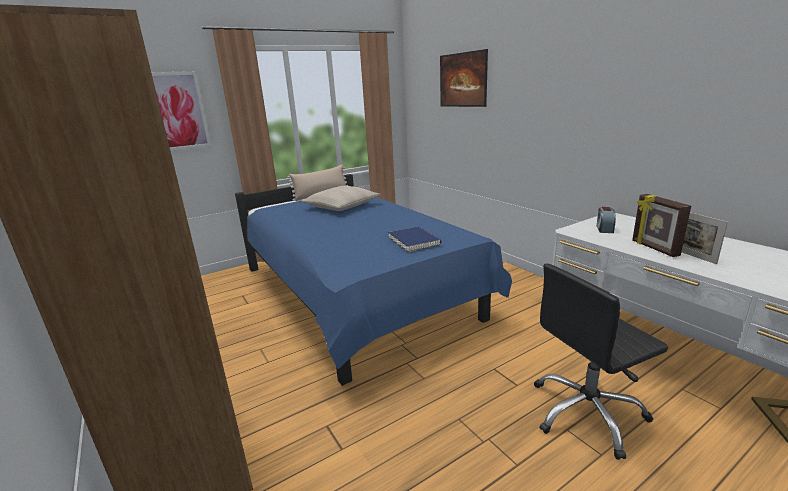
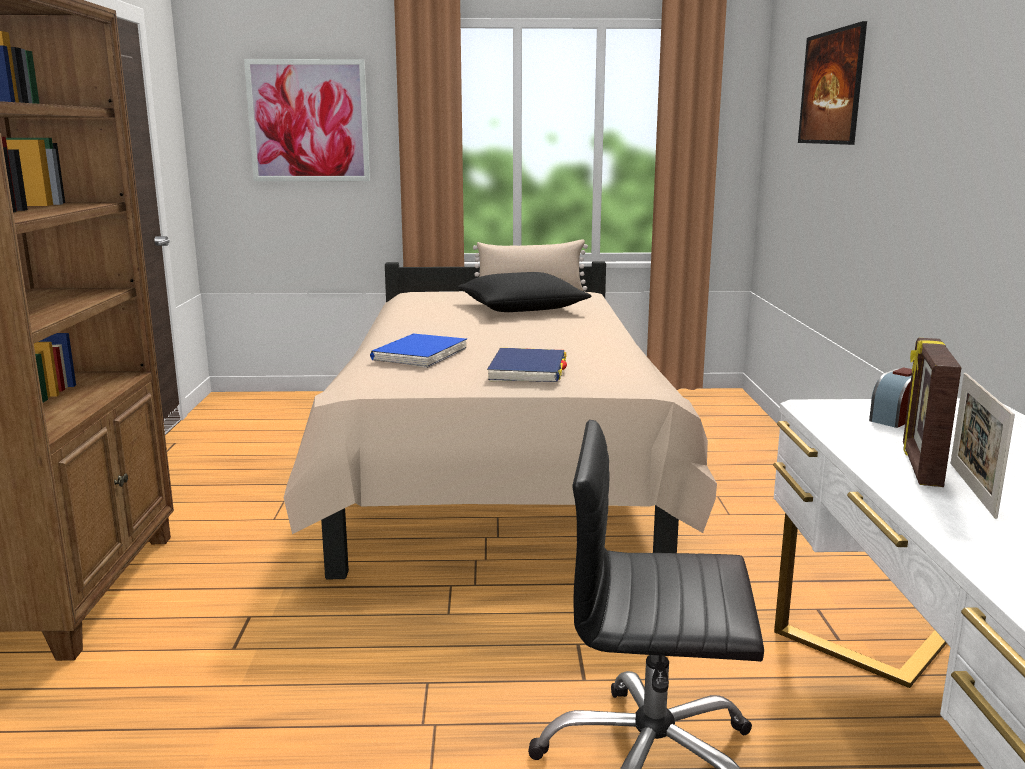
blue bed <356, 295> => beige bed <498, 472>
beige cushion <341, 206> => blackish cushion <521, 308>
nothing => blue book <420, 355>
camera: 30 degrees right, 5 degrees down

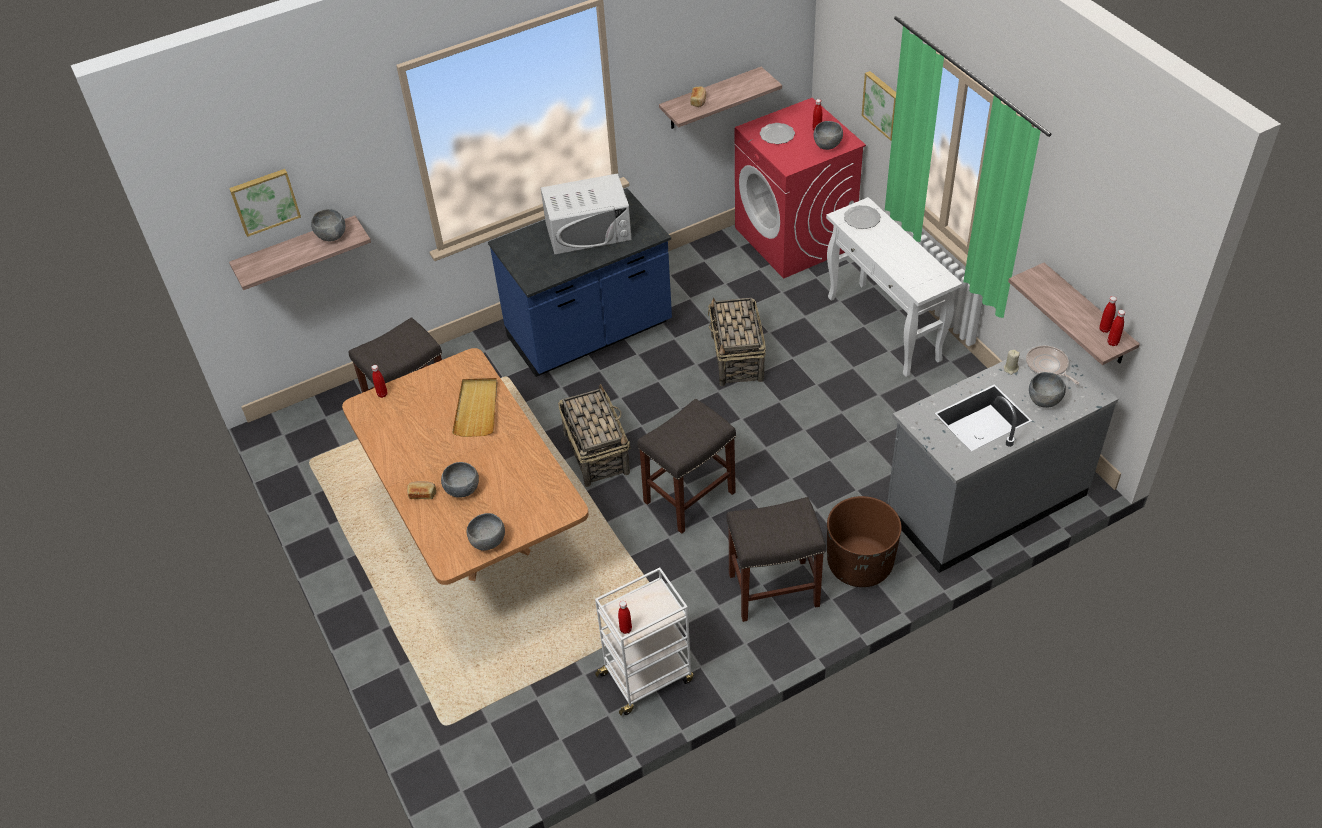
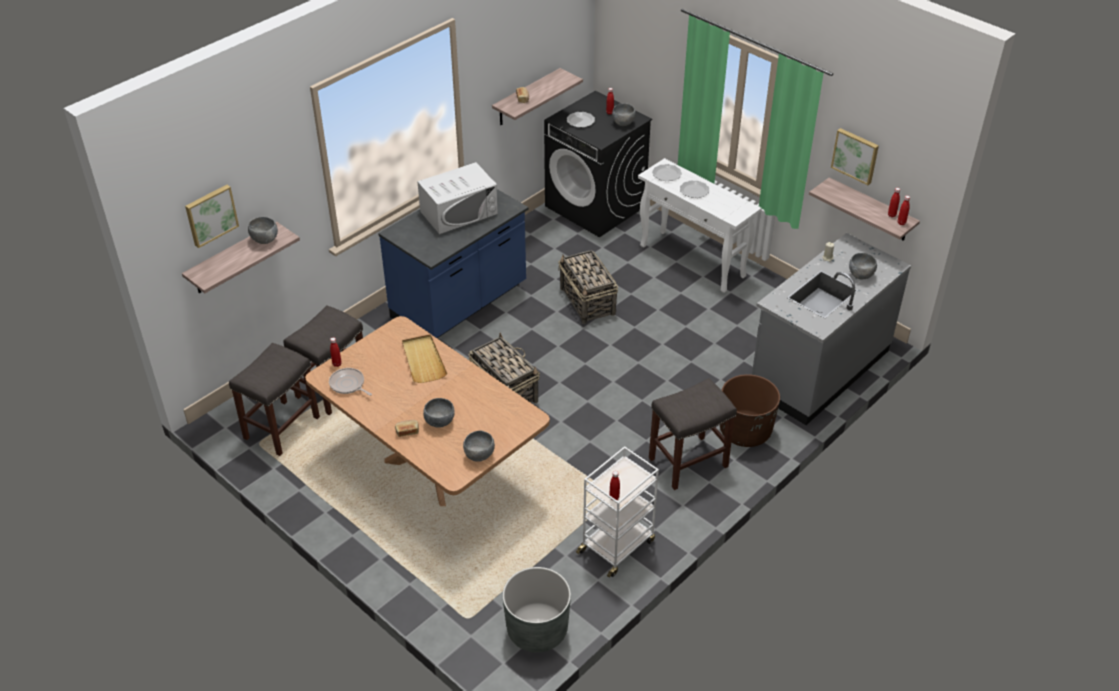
wall picture <883, 105> => wall picture <855, 155>, moved
reddish washing machine <795, 238> => blackish washing machine <596, 206>
pan <1048, 366> => pan <348, 384>, moved
gray sitting stool <689, 498> => gray sitting stool <281, 428>, moved
nothing => plate <693, 190>
nothing => gray planter <537, 630>
camera: 20 degrees left, 5 degrees down

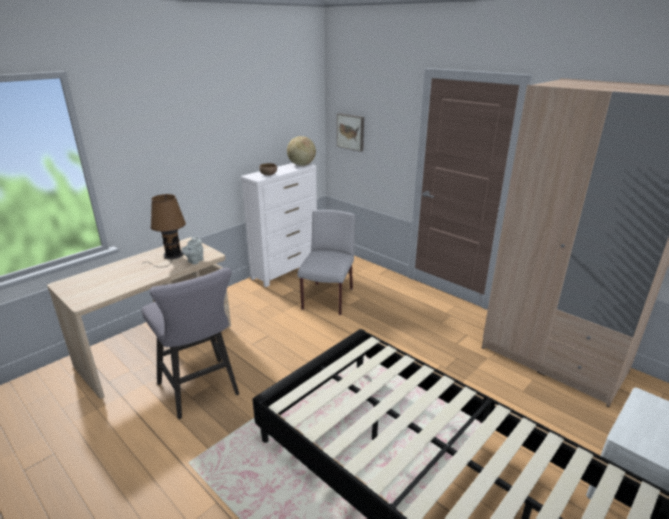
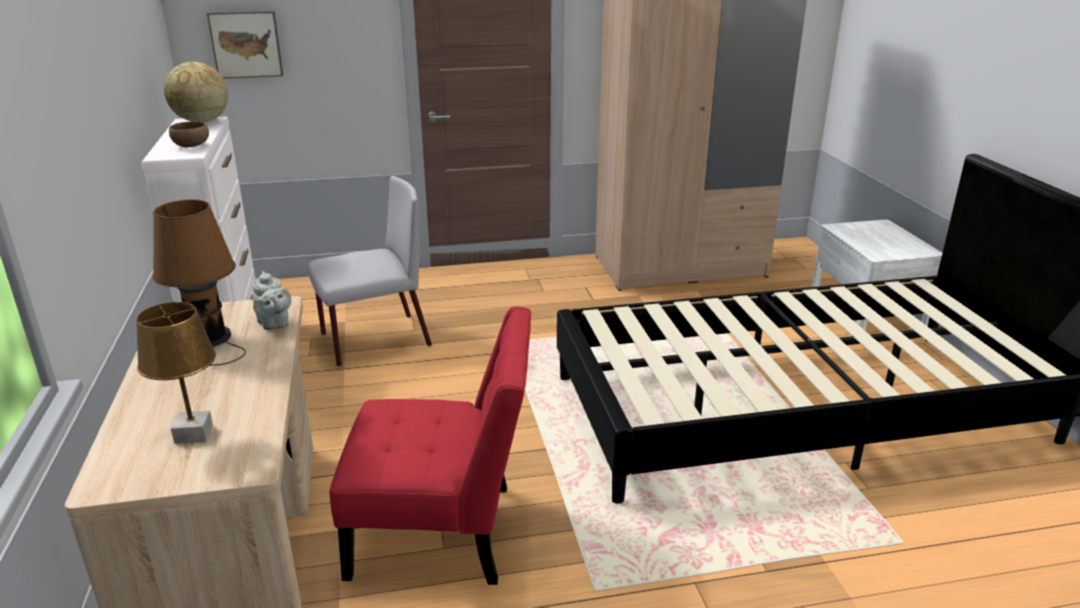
gray chair <327, 299> => gray chair <373, 340>, 105 degrees clockwise
gray sitting stool <201, 391> => reddish chair <443, 532>
nothing => brown-coloured lamp for a table <193, 435>
camera: 55 degrees left, 0 degrees up

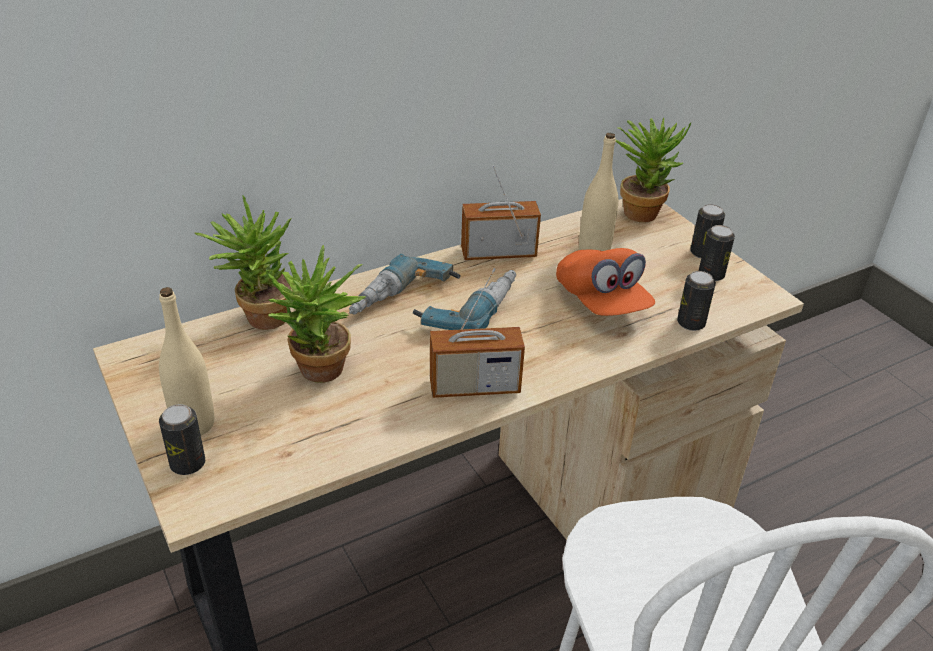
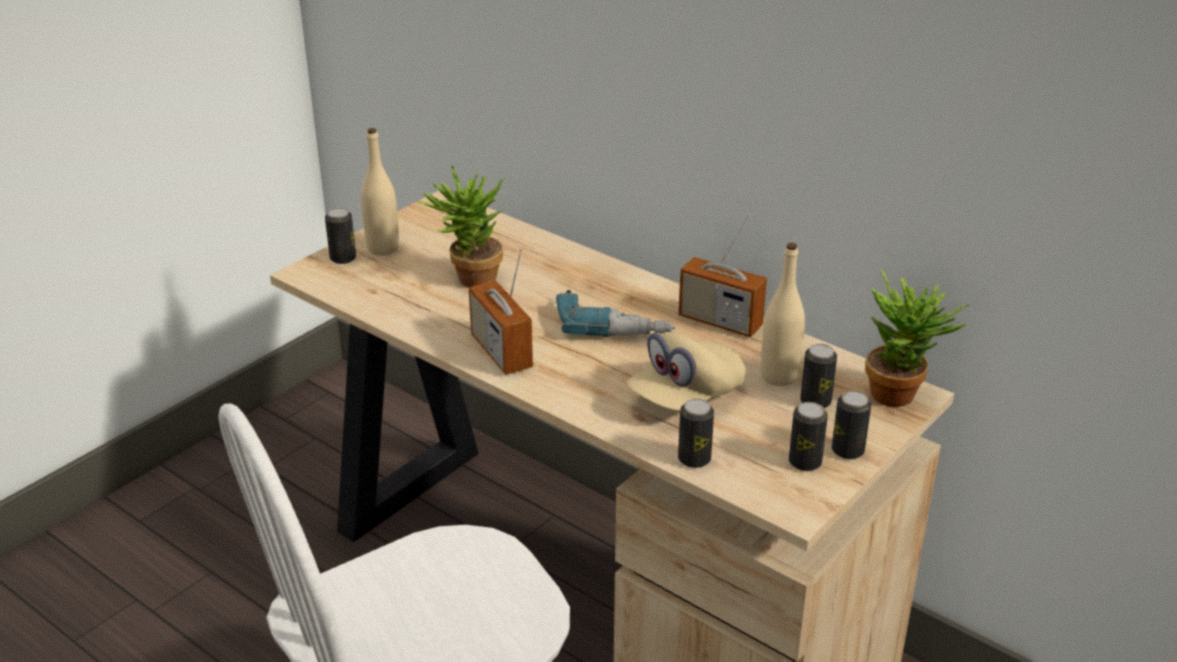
radio set <498, 253> => radio set <720, 321>, 150 degrees clockwise
plant in a pot <258, 317> => nothing
orange peaked cap <602, 302> => beige peaked cap <686, 397>
drill <404, 301> => nothing
nothing => metal can <815, 401>
camera: 70 degrees right, 5 degrees down

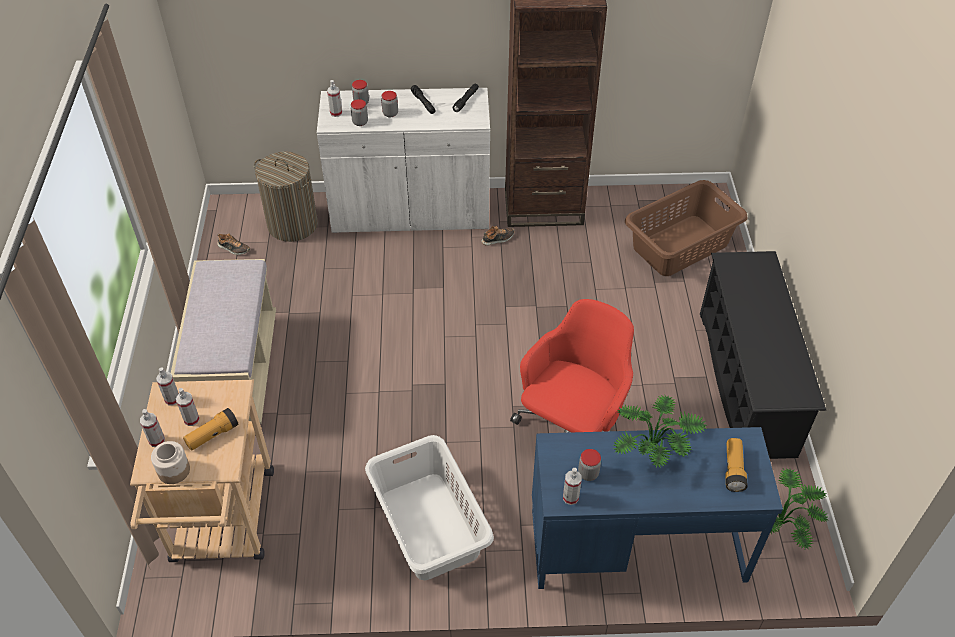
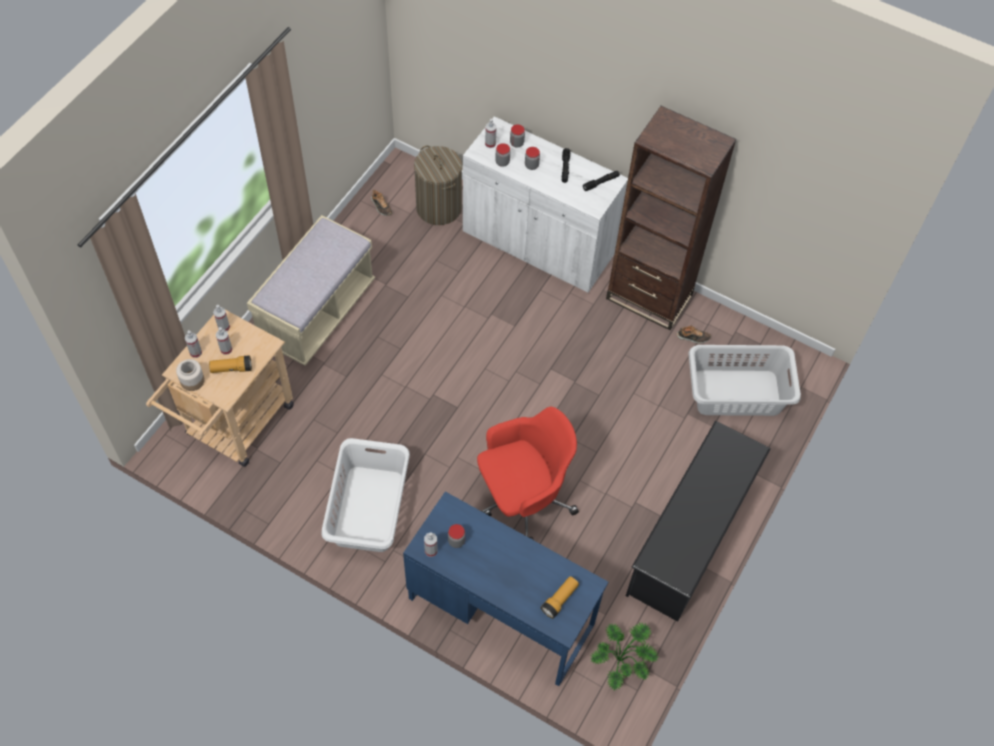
brown-coloured laundry basket <679, 245> => gray laundry basket <736, 392>
low shoe <498, 239> => low shoe <693, 337>, moved
plant in a pot <653, 451> => nothing
camera: 30 degrees right, 10 degrees up

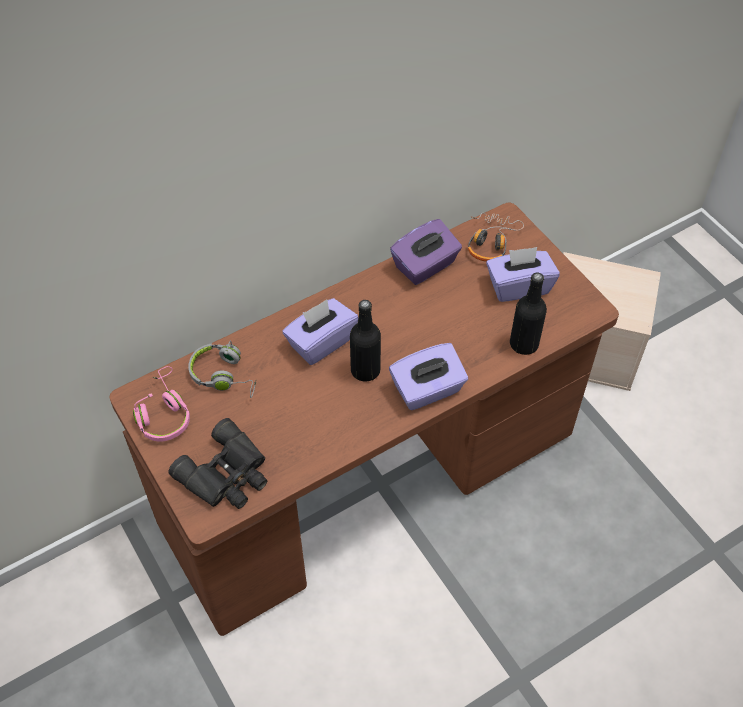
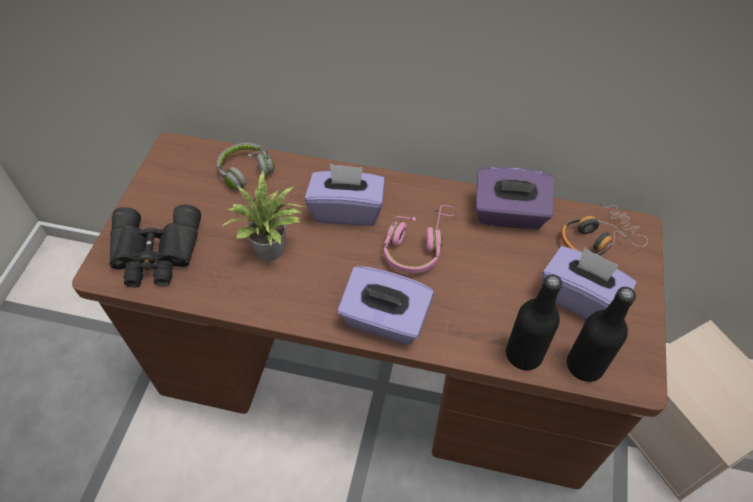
blackish drink bottle <365, 370> => blackish drink bottle <584, 365>, moved
pinkish pair of headphones <163, 413> => pinkish pair of headphones <417, 245>, moved
nothing => plant in a pot <273, 251>
camera: 45 degrees right, 0 degrees up

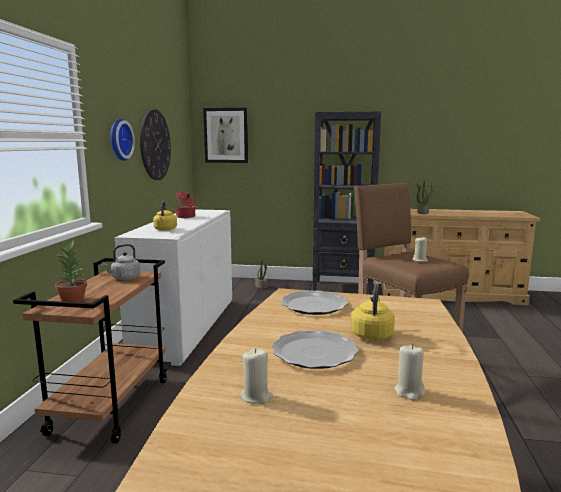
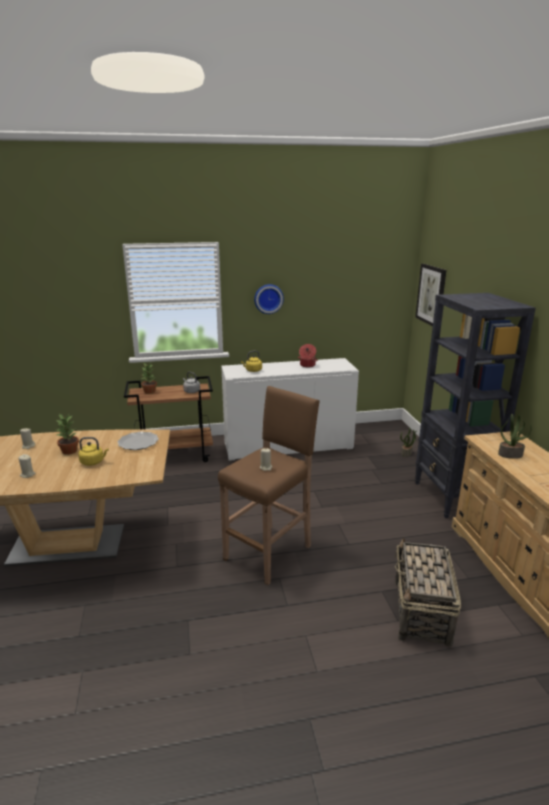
hanging clock <155, 145> => nothing
plate <315, 352> => plant in a pot <69, 451>
nothing => storage basket <421, 612>
camera: 70 degrees right, 10 degrees up

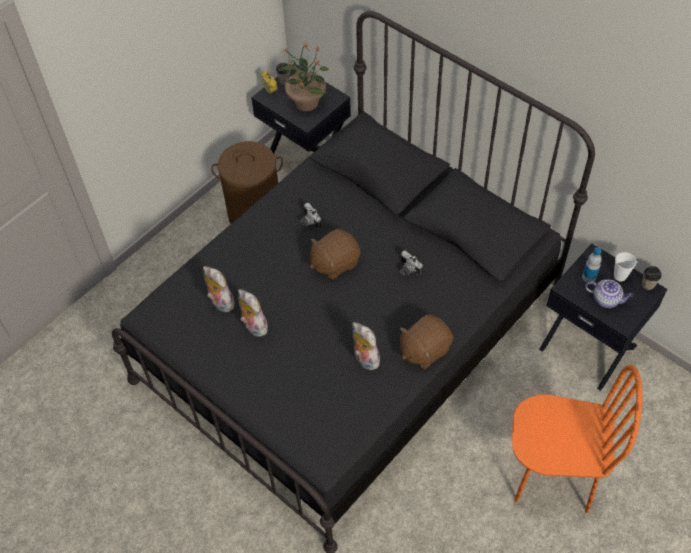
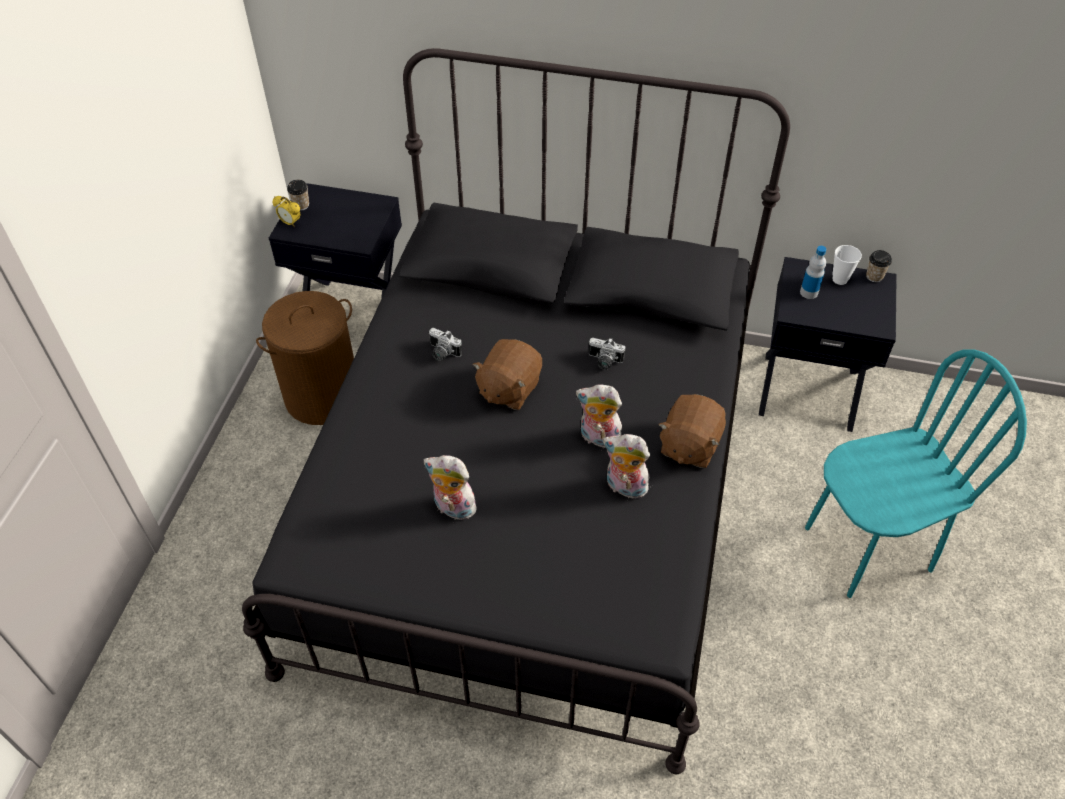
plant in a pot <306, 102> => nothing
plush toy <220, 302> => plush toy <598, 438>, moved
tea pot <606, 299> => nothing
orange chair <552, 475> => turquoise chair <867, 547>
camera: 30 degrees left, 5 degrees down

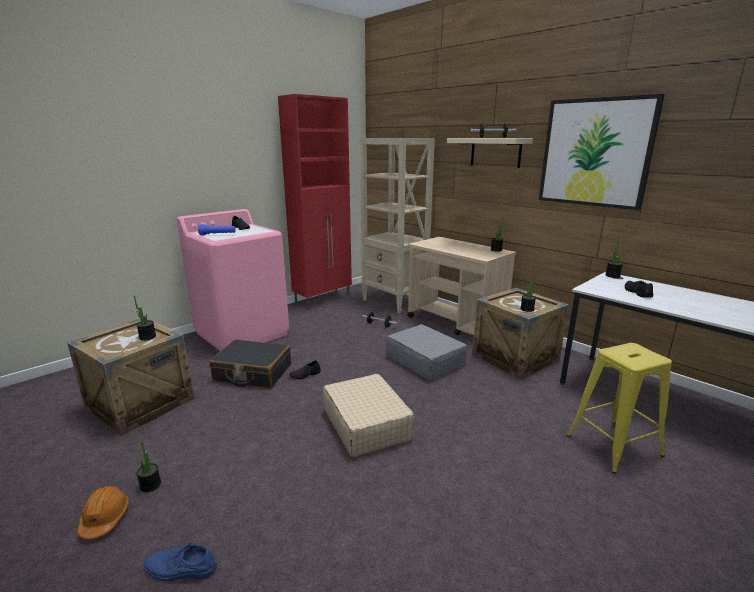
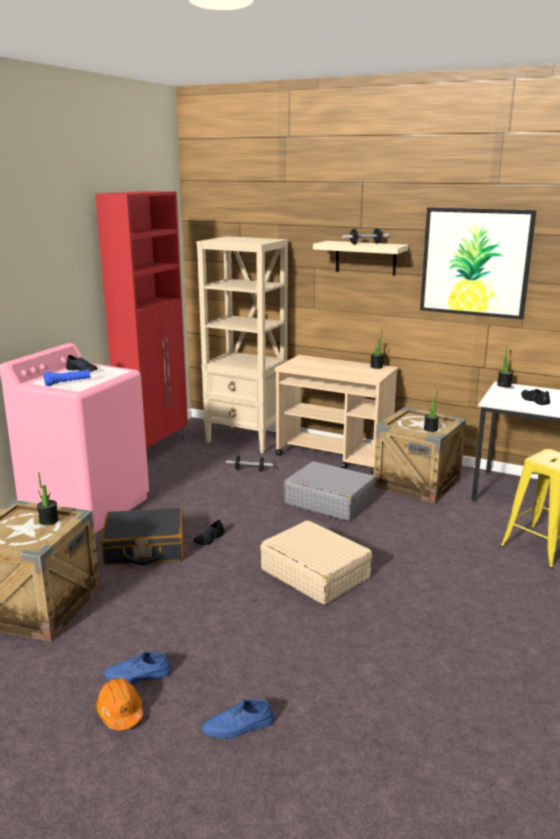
plant in a pot <150, 485> => blue low shoe <138, 675>
camera: 20 degrees left, 0 degrees up

